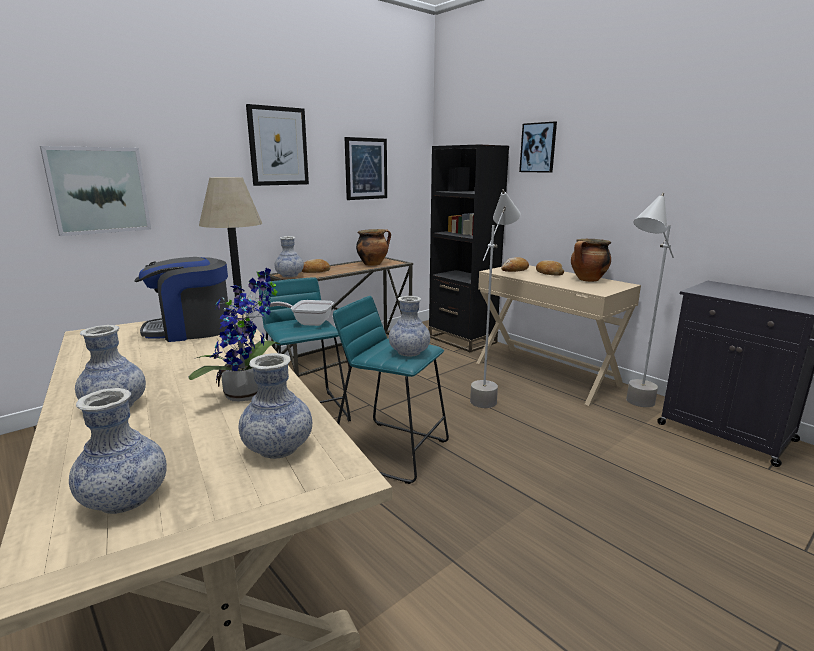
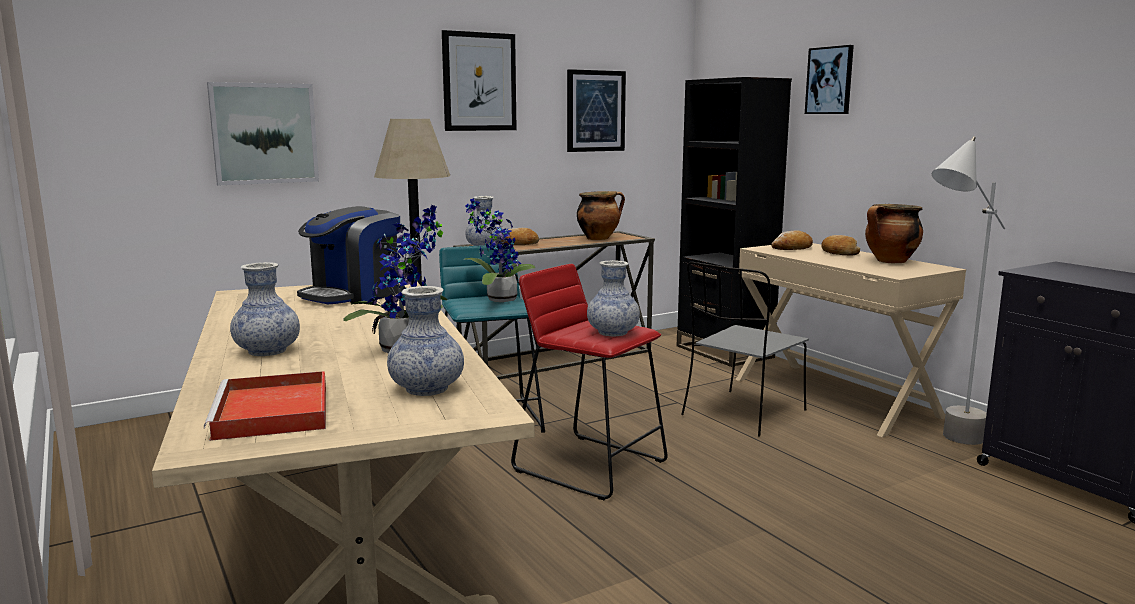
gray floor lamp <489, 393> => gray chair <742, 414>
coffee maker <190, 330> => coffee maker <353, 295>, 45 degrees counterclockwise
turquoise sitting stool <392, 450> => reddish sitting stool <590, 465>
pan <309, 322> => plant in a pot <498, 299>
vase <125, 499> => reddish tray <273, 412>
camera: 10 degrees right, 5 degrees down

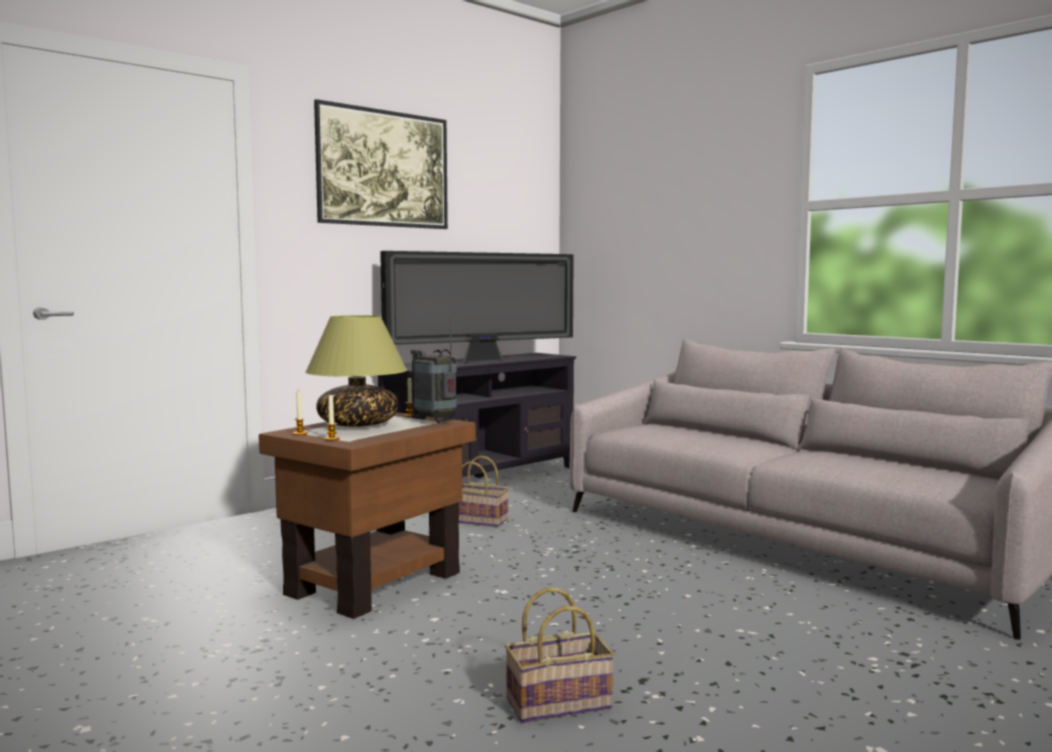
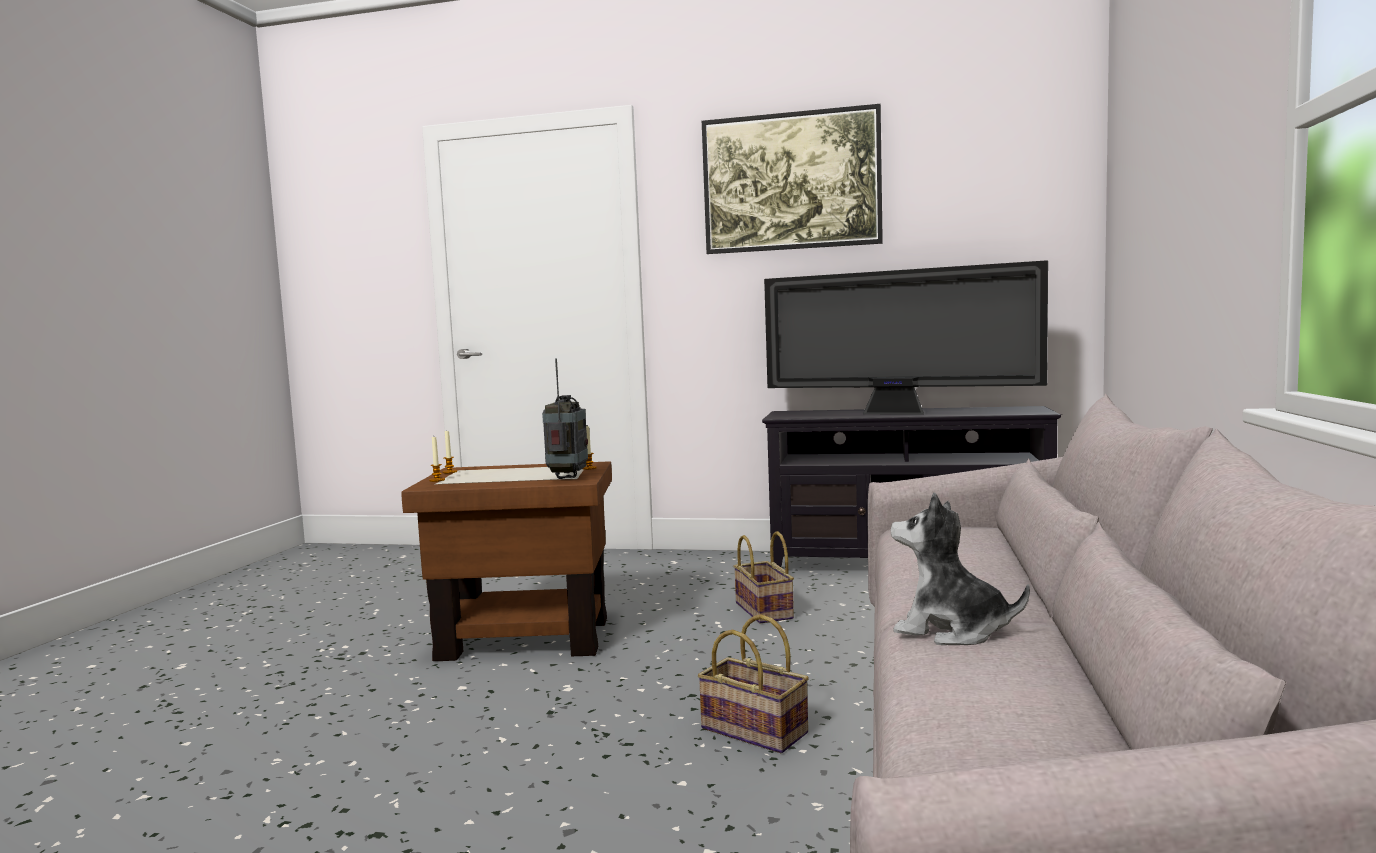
lamp for a table <357, 424> => nothing
storage basket <560, 702> => storage basket <757, 730>, moved
nothing => plush toy <951, 631>
camera: 55 degrees right, 0 degrees up

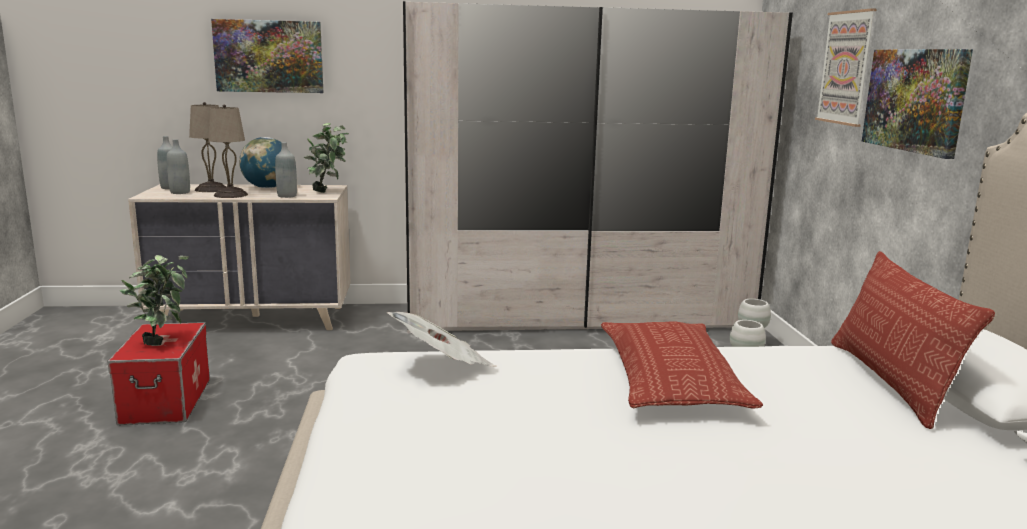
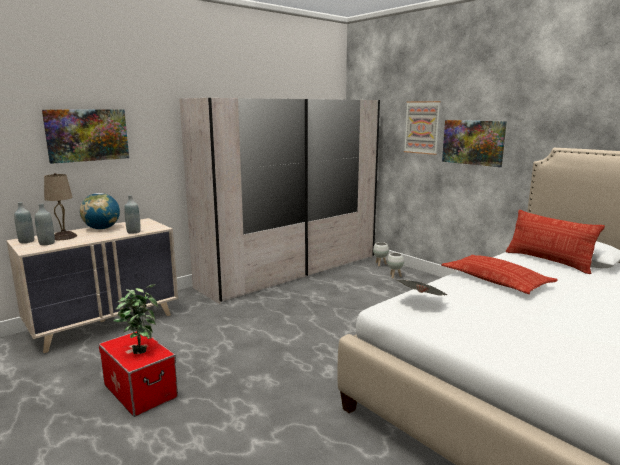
beige lamp for a table <230, 195> => nothing
plant in a pot <328, 192> => nothing
camera: 35 degrees left, 0 degrees up

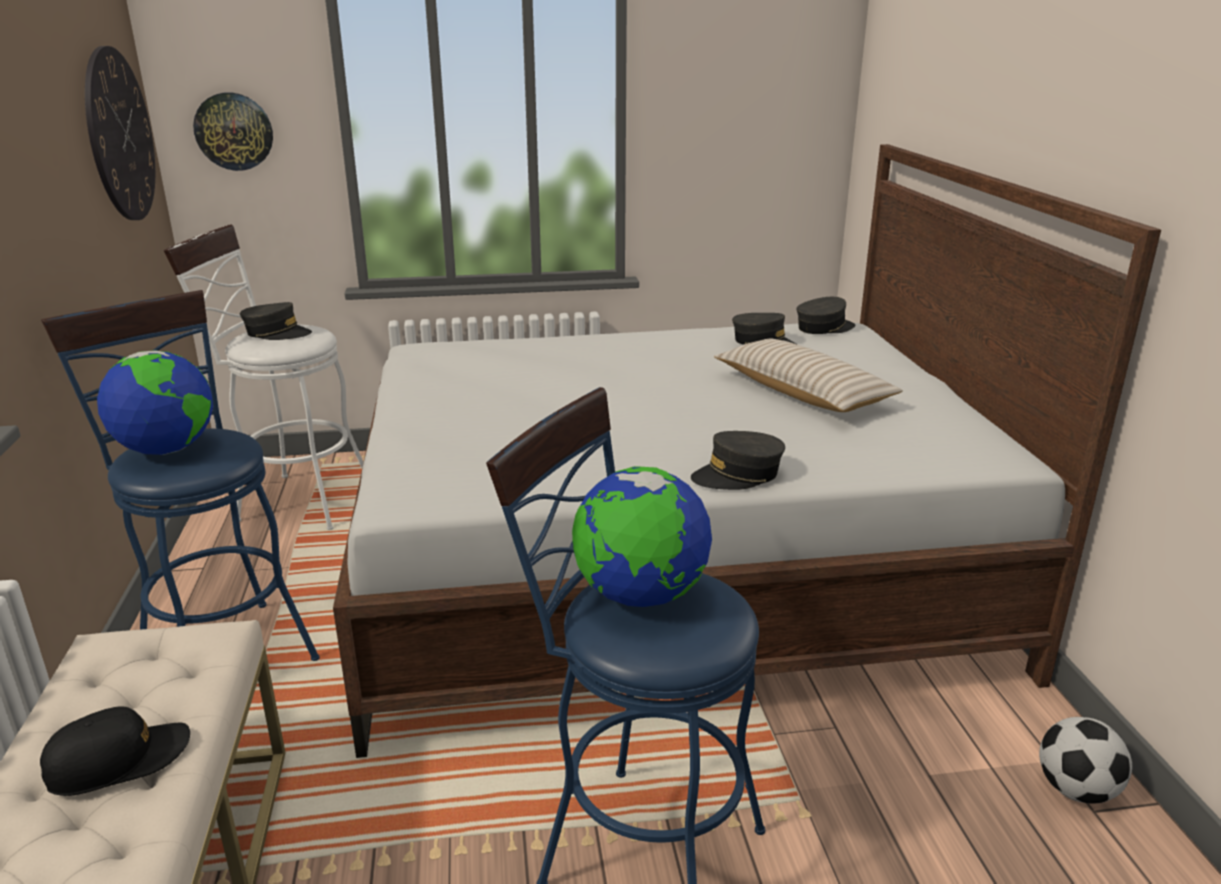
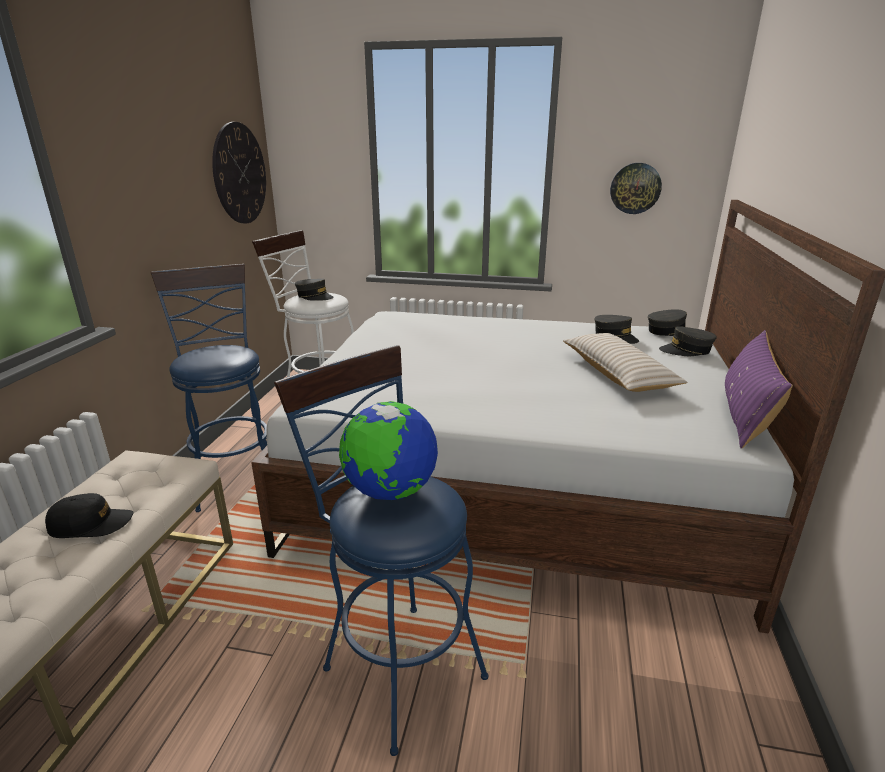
hanging clock <234, 131> => hanging clock <635, 188>, moved
globe <167, 450> => nothing
gray peaked cap <738, 475> => gray peaked cap <686, 350>, moved
football <1076, 790> => nothing
nothing => purple-coloured cushion <745, 414>
camera: 20 degrees right, 0 degrees up

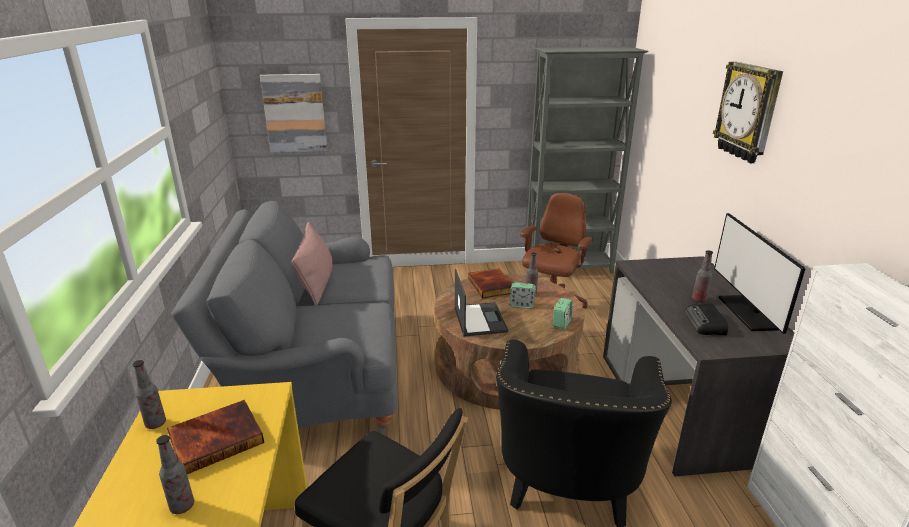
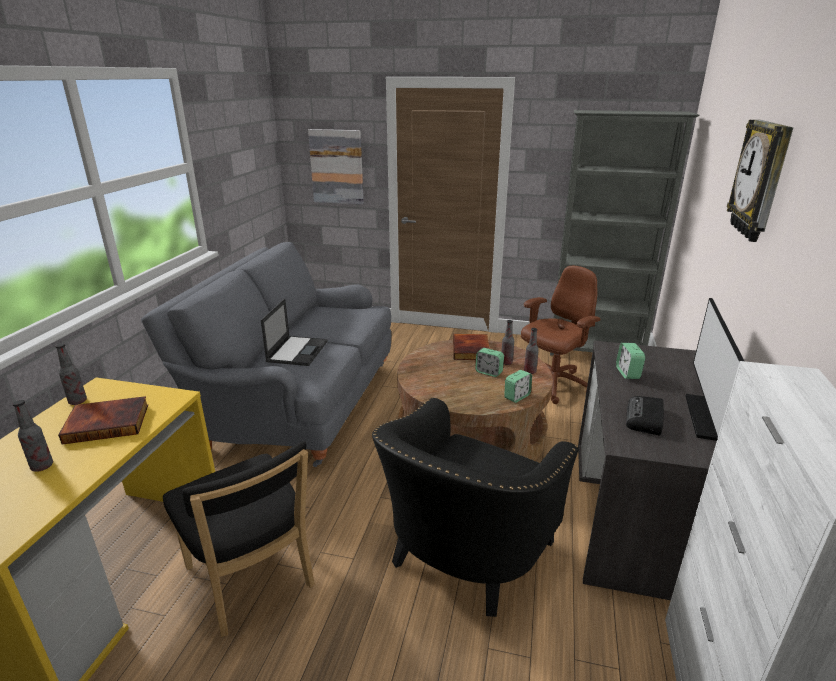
pinkish cushion <316, 282> => nothing
drink bottle <699, 300> => drink bottle <530, 371>, moved
notebook computer <479, 319> => notebook computer <297, 351>, moved
nothing => bedside clock <627, 373>
camera: 20 degrees right, 0 degrees up

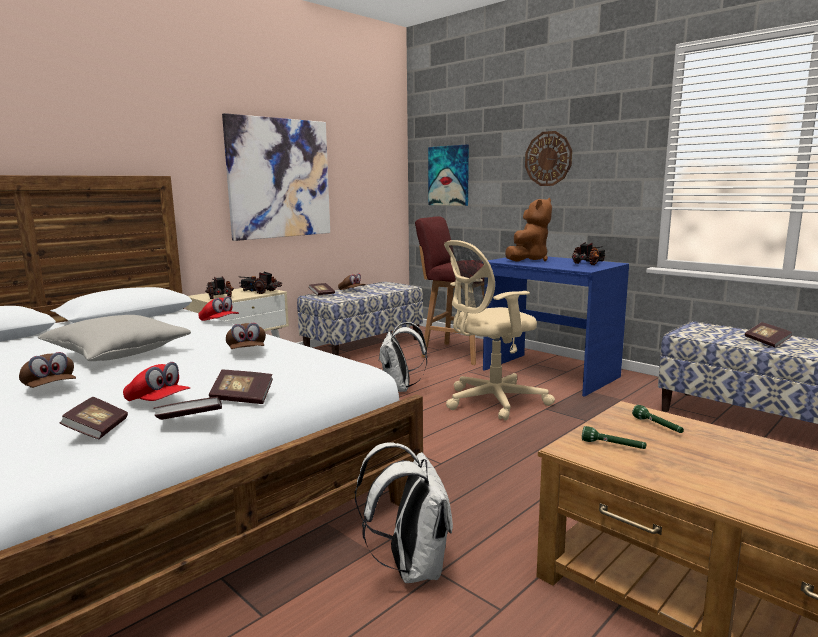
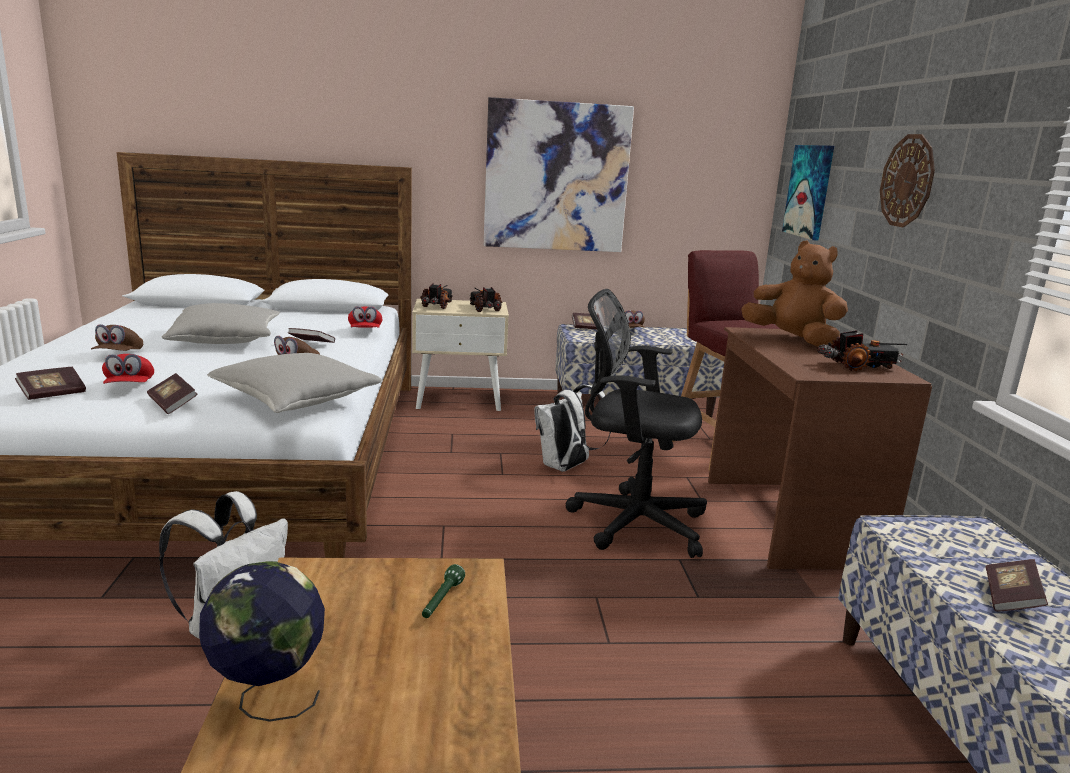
brown-coloured plush toy <528, 260> => brown-coloured plush toy <792, 340>, 120 degrees counterclockwise
beige desk chair <490, 402> => blackish desk chair <631, 522>
blue desk <549, 373> => brown-coloured desk <787, 521>
book <190, 421> => book <311, 344>, moved
green-coloured hand torch <613, 446> => nothing
nothing => gray cushion <296, 400>
nothing => globe <268, 697>
camera: 40 degrees right, 5 degrees up

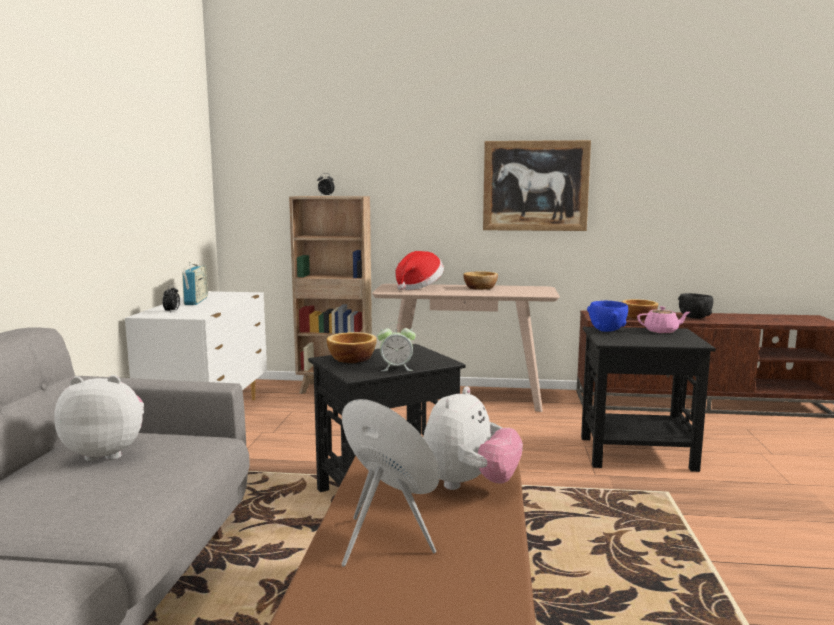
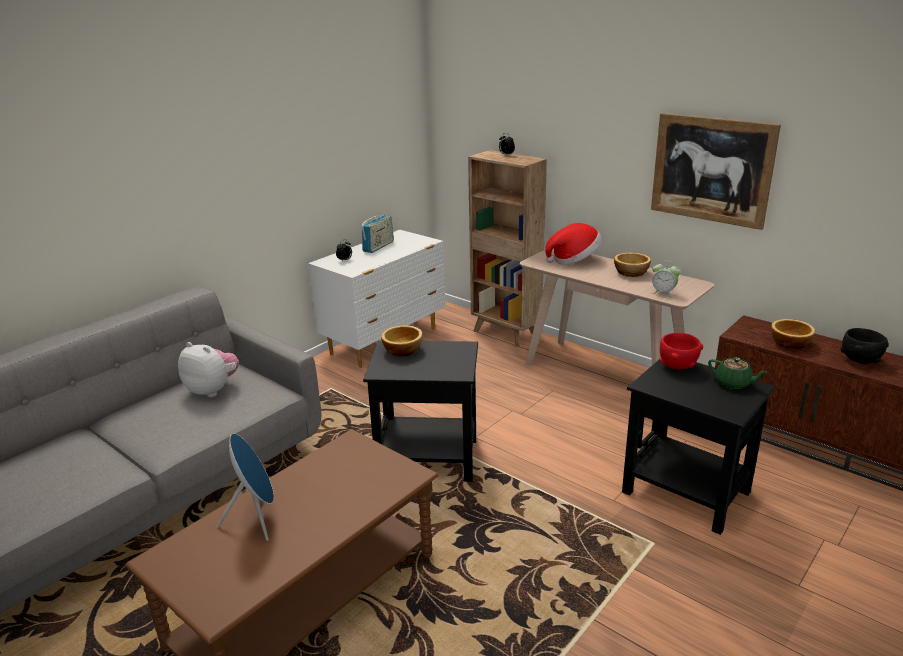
blue deep dish <606, 330> => reddish deep dish <677, 366>
pinkish tea pot <662, 331> => green-coloured tea pot <734, 383>
bedside clock <396, 368> => bedside clock <663, 293>, moved
plush toy <469, 485> => nothing
camera: 35 degrees right, 15 degrees up

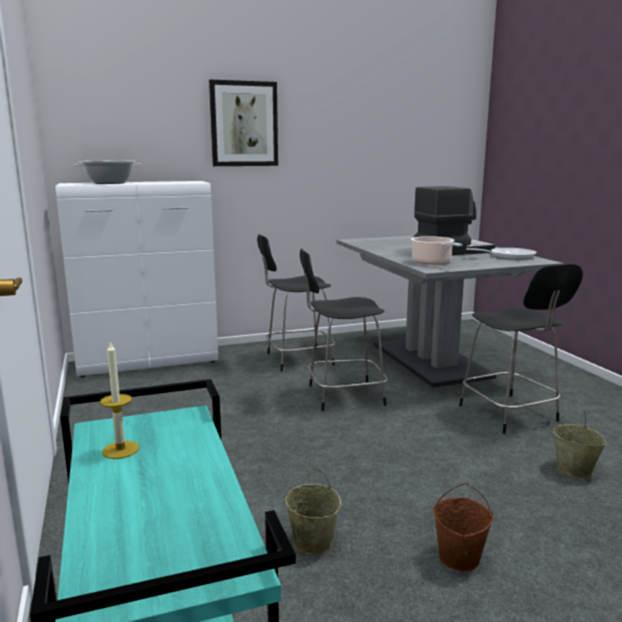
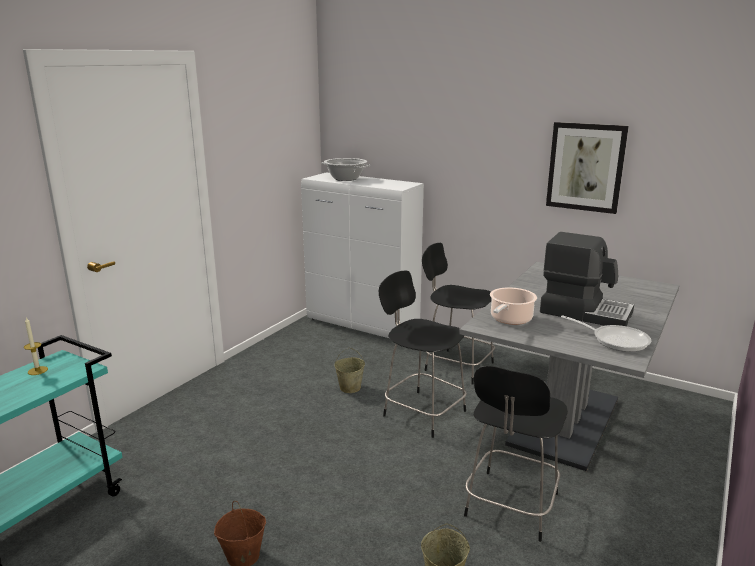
wall picture <244, 124> => wall picture <585, 167>, moved
beige bucket <312, 541> => beige bucket <350, 387>, moved
camera: 50 degrees right, 5 degrees up

